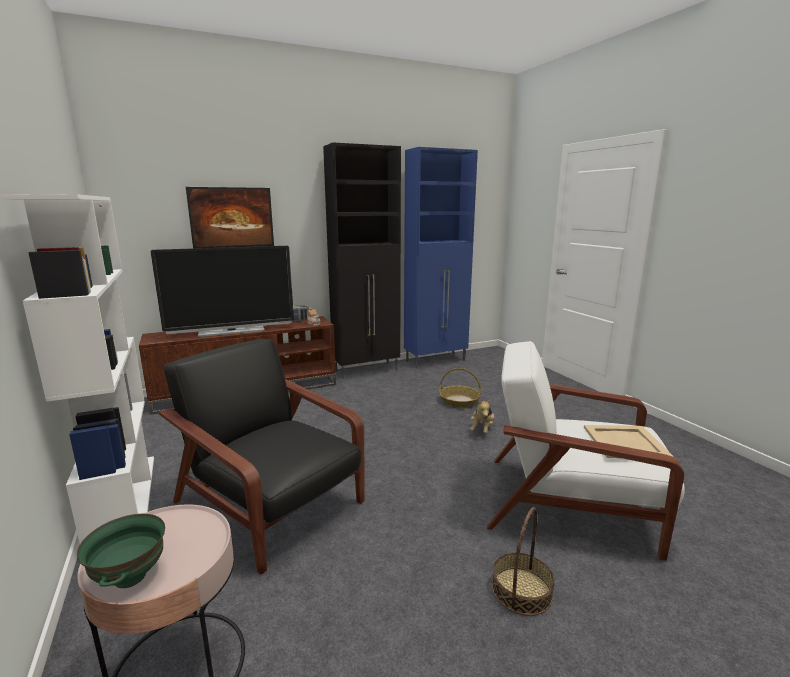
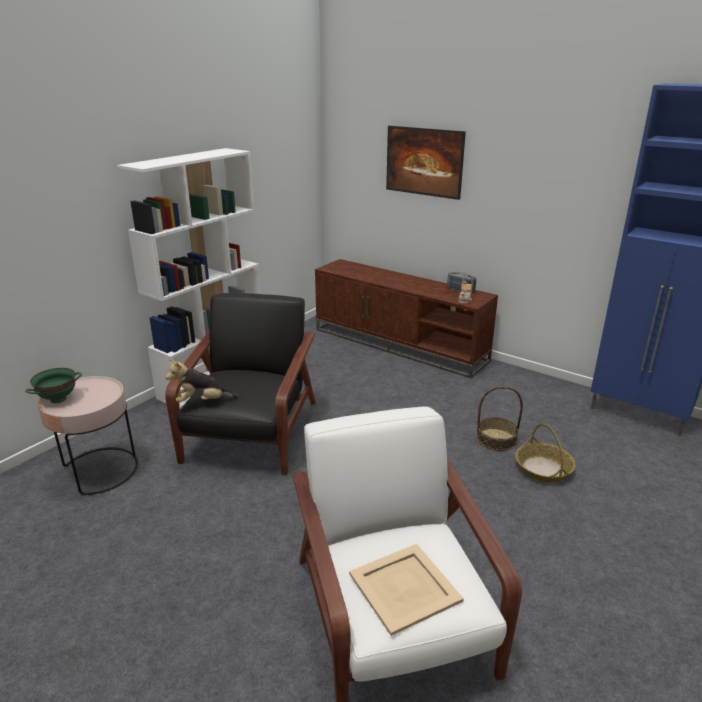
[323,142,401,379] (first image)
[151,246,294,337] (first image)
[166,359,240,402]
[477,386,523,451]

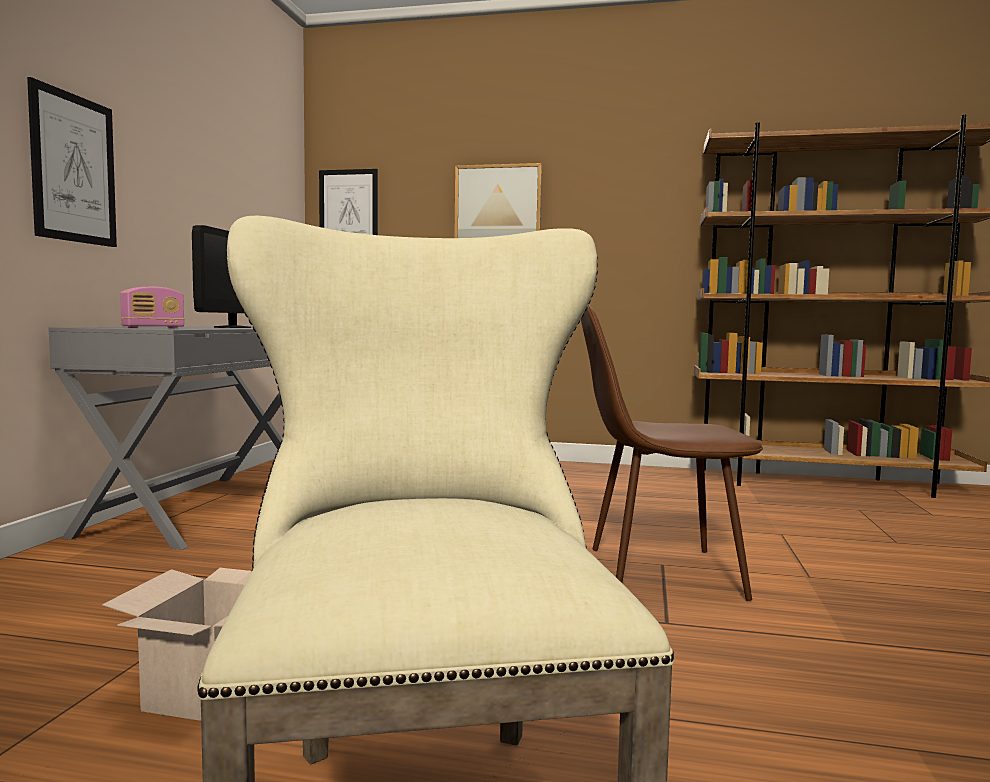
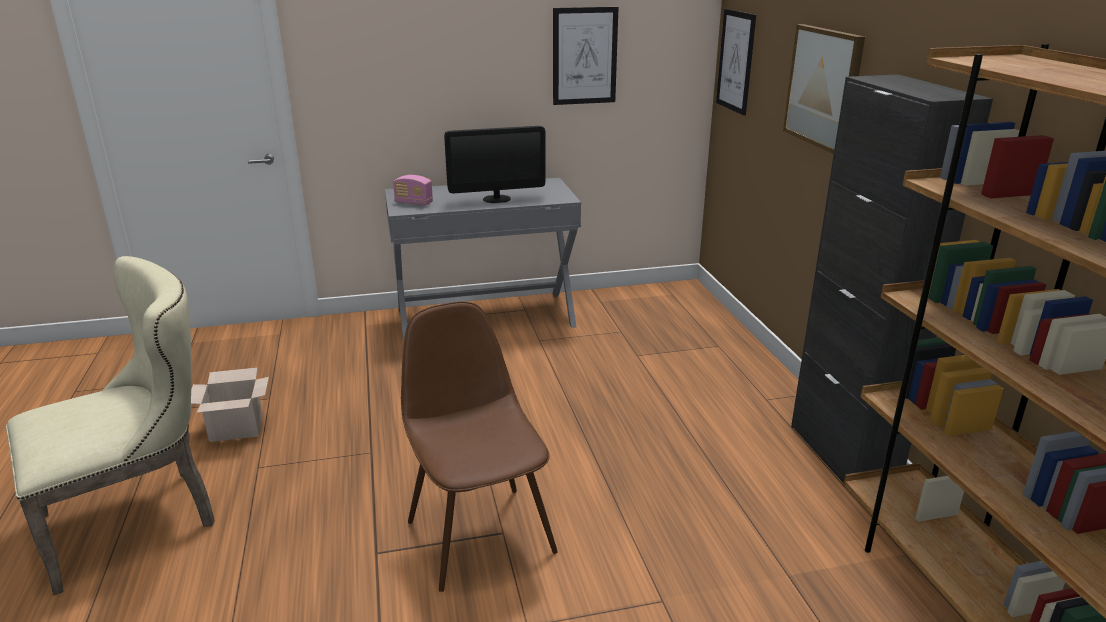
[553,7,619,105]
[791,74,993,493]

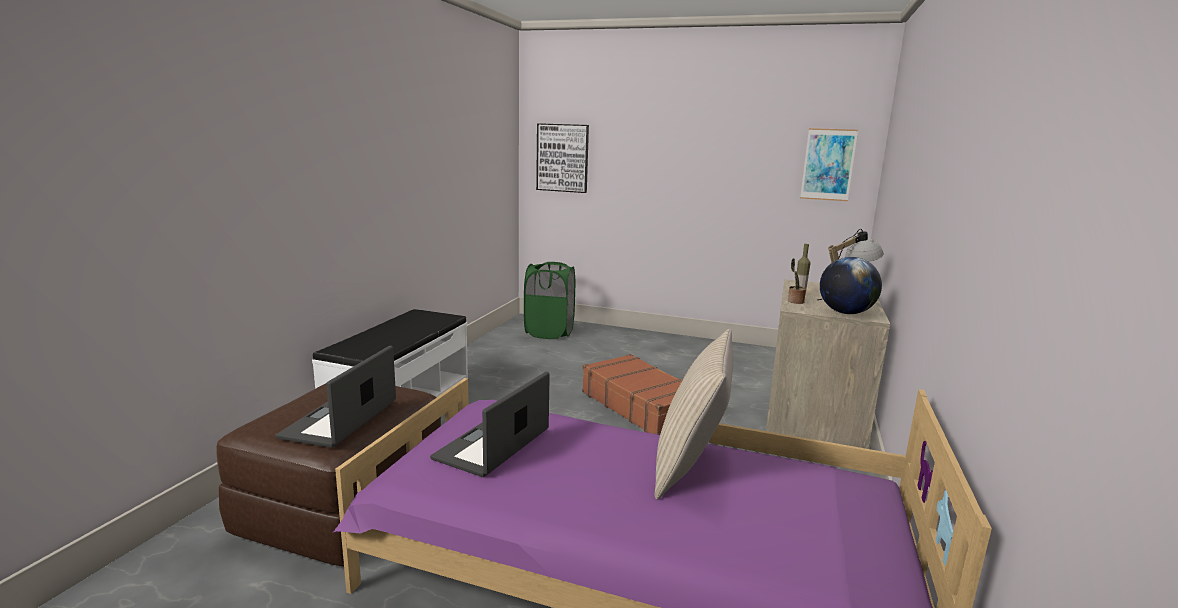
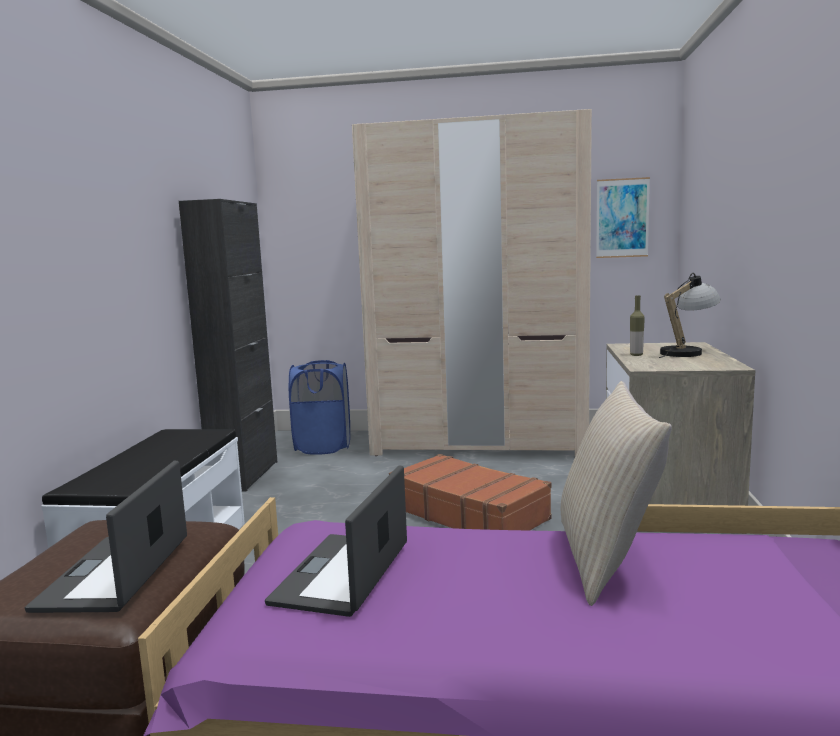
[536,123,589,193] (first image)
[820,257,882,314] (first image)
[788,258,806,304] (first image)
[289,360,350,455]
[352,109,592,456]
[179,199,277,491]

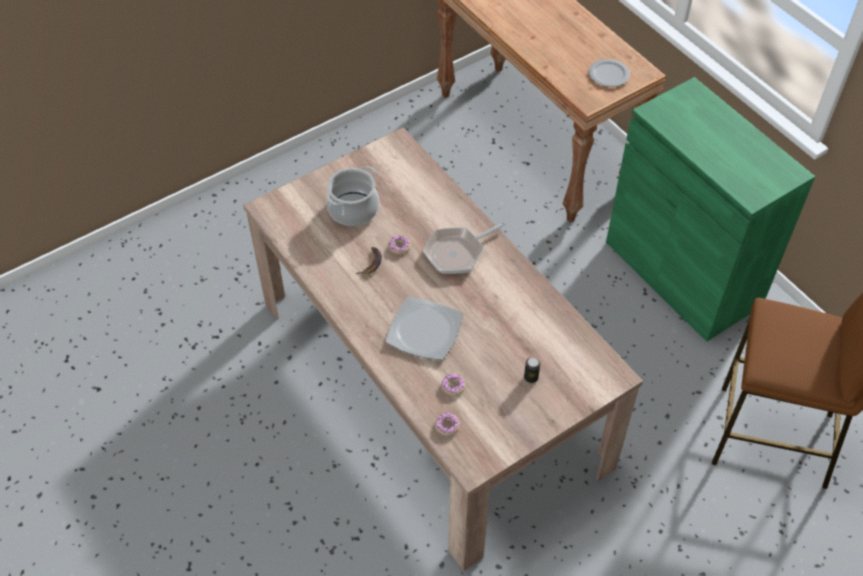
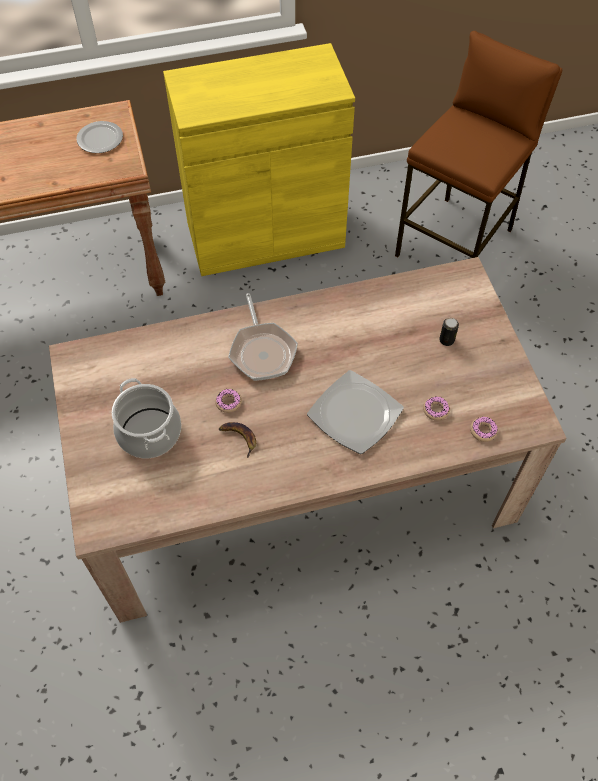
[163,43,355,276]

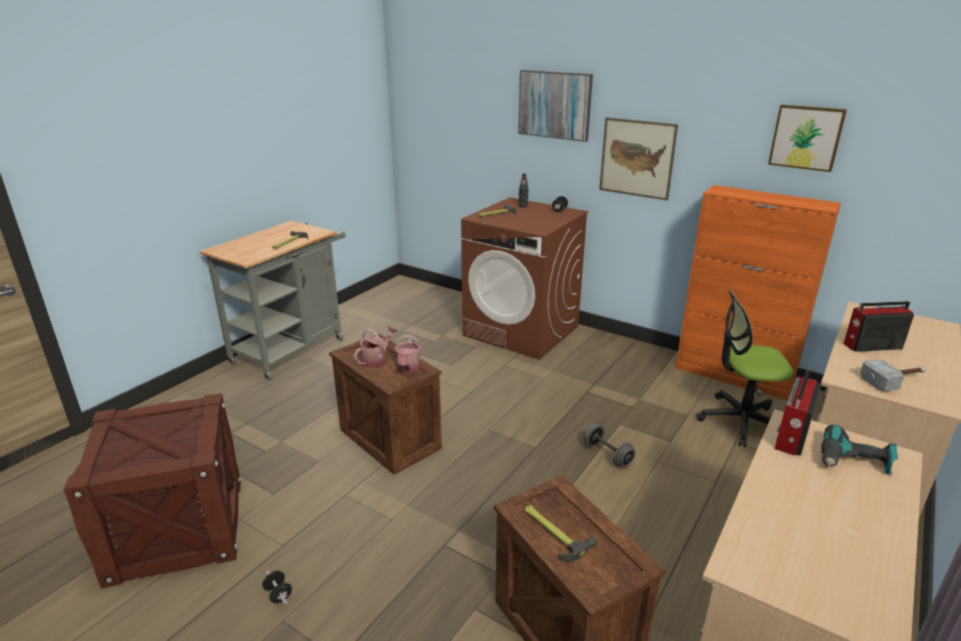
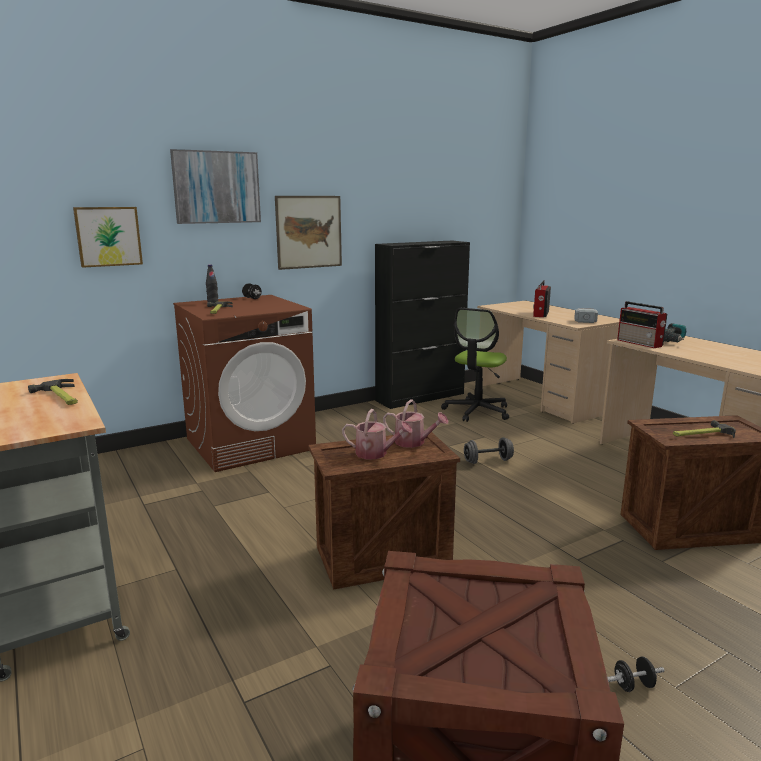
[73,207,143,268]
[375,241,470,409]
[342,409,412,459]

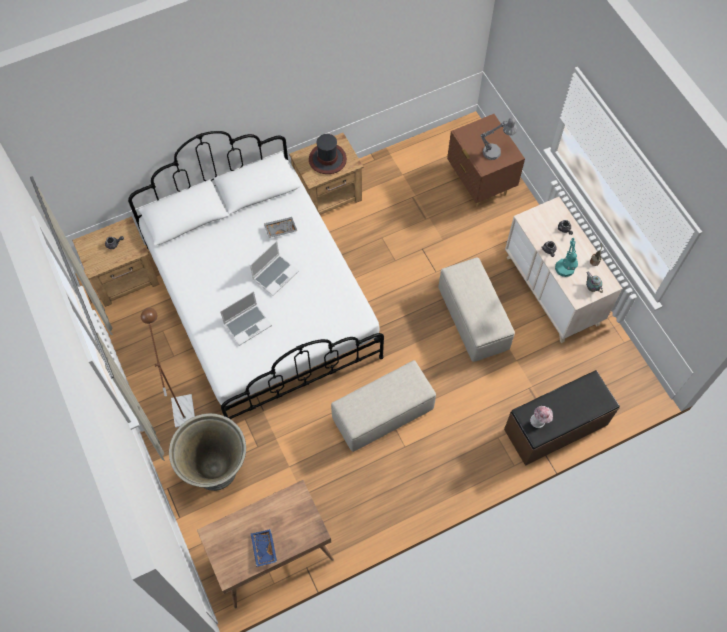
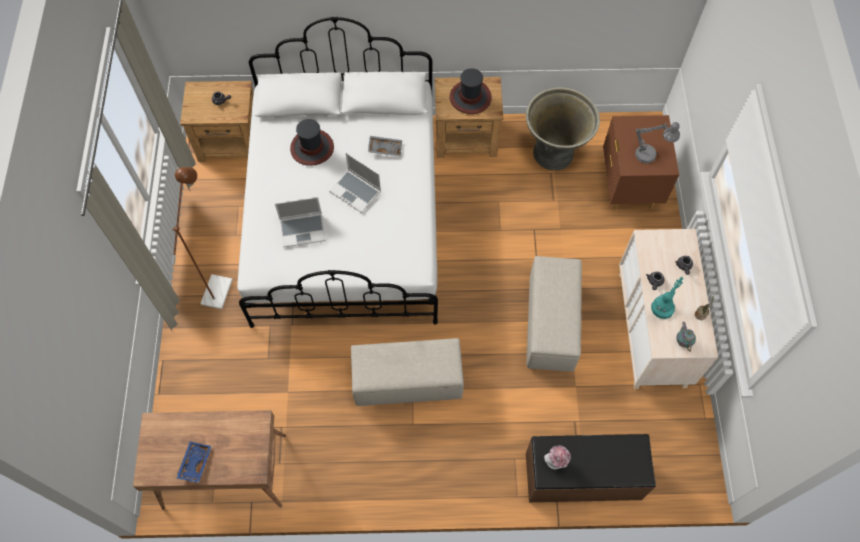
[329,153,381,213]
[526,87,600,170]
[290,119,334,166]

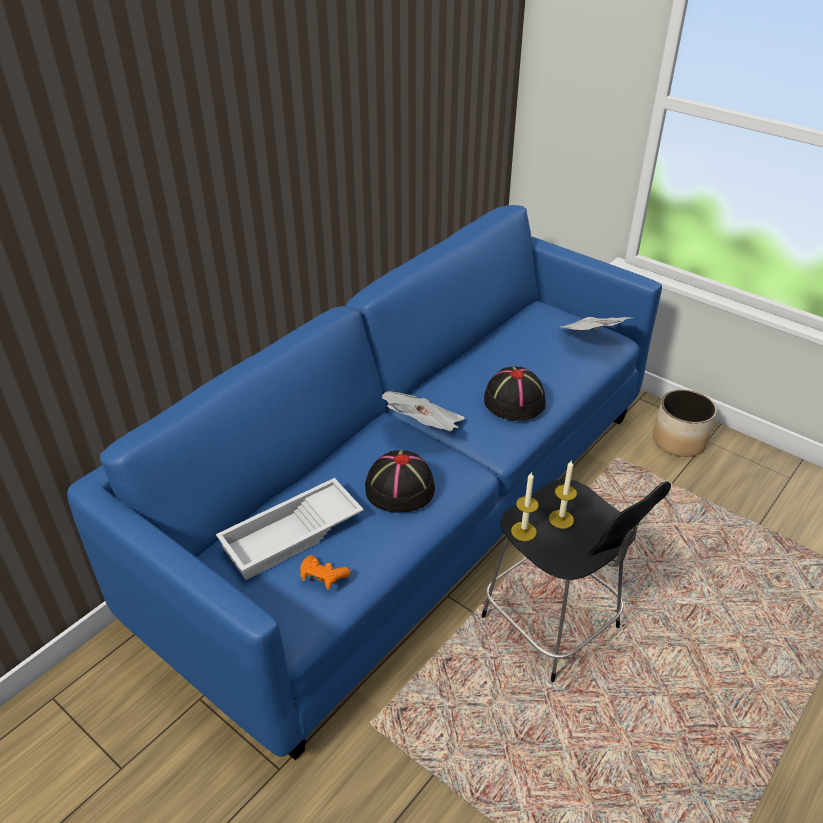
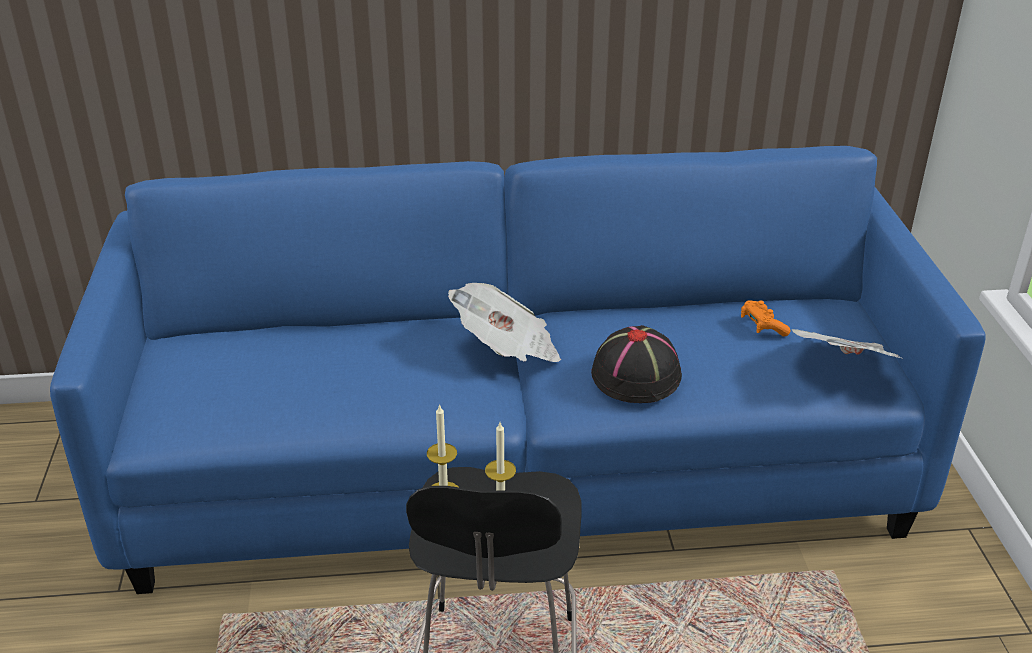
[653,390,717,457] (first image)
[365,450,435,513] (first image)
[216,478,364,580] (first image)
[741,300,790,336]

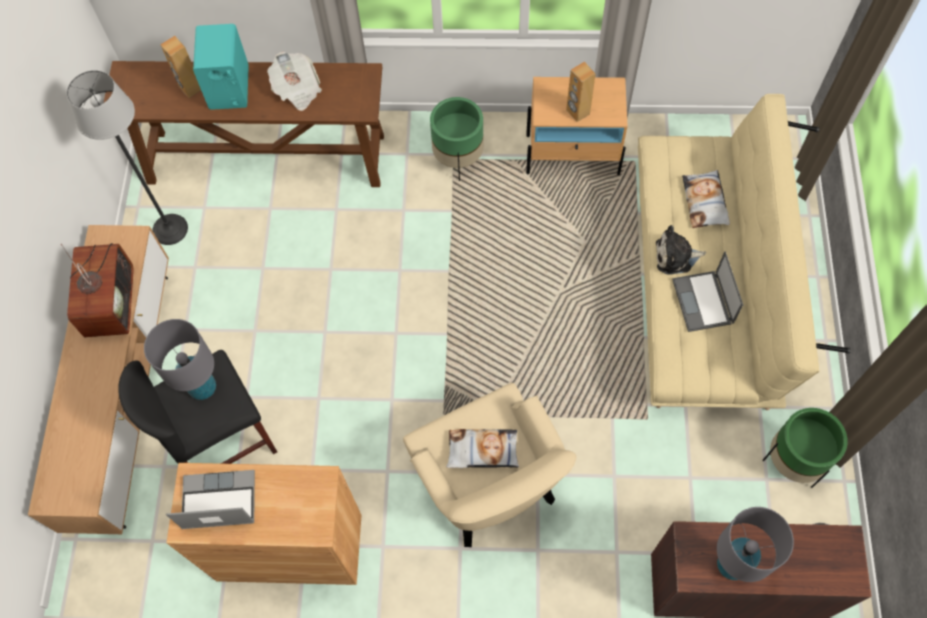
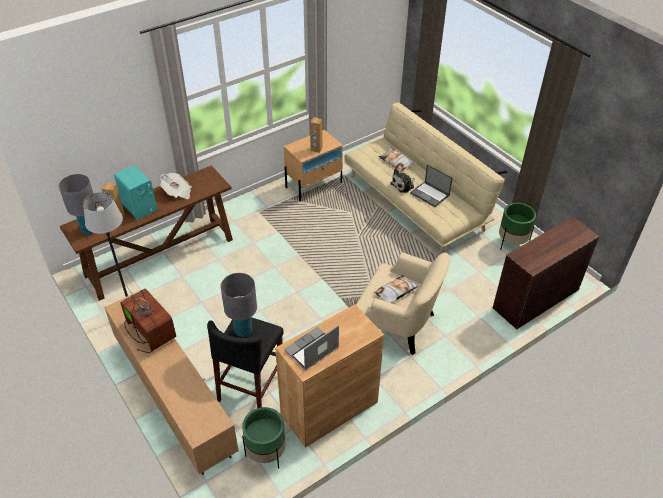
[242,407,286,469]
[59,174,94,235]

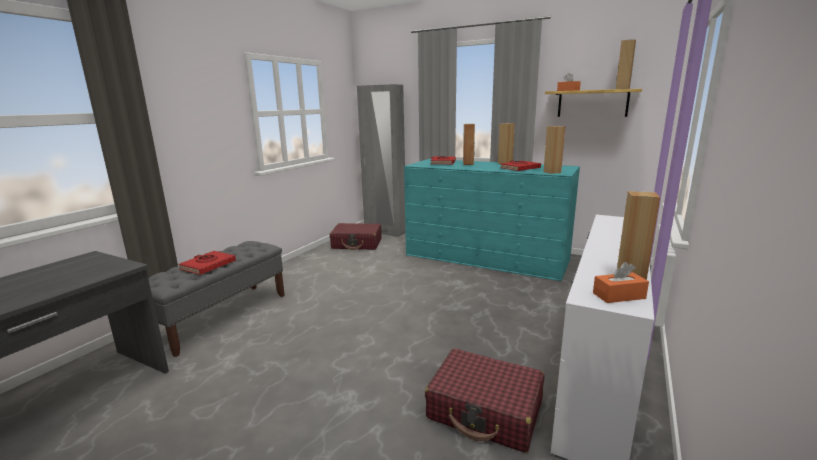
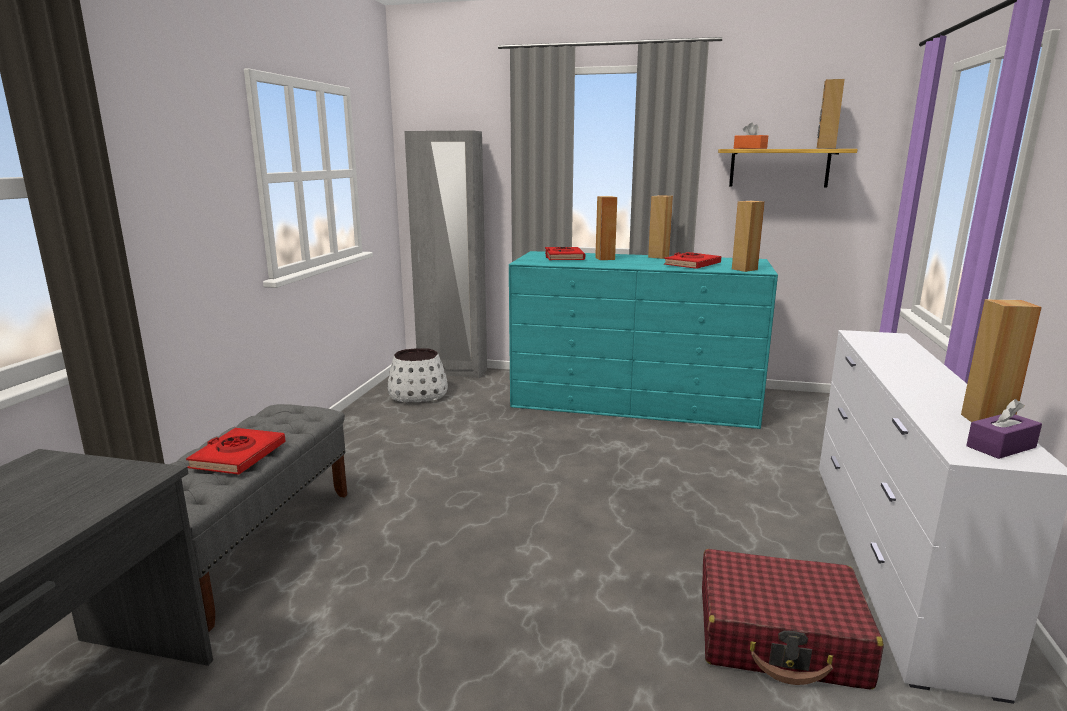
[388,348,448,402]
[966,399,1042,459]

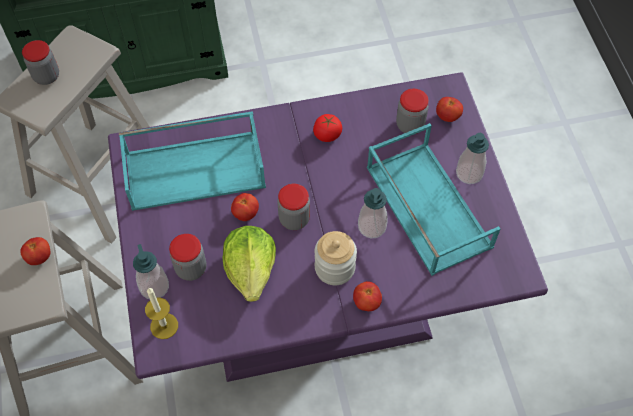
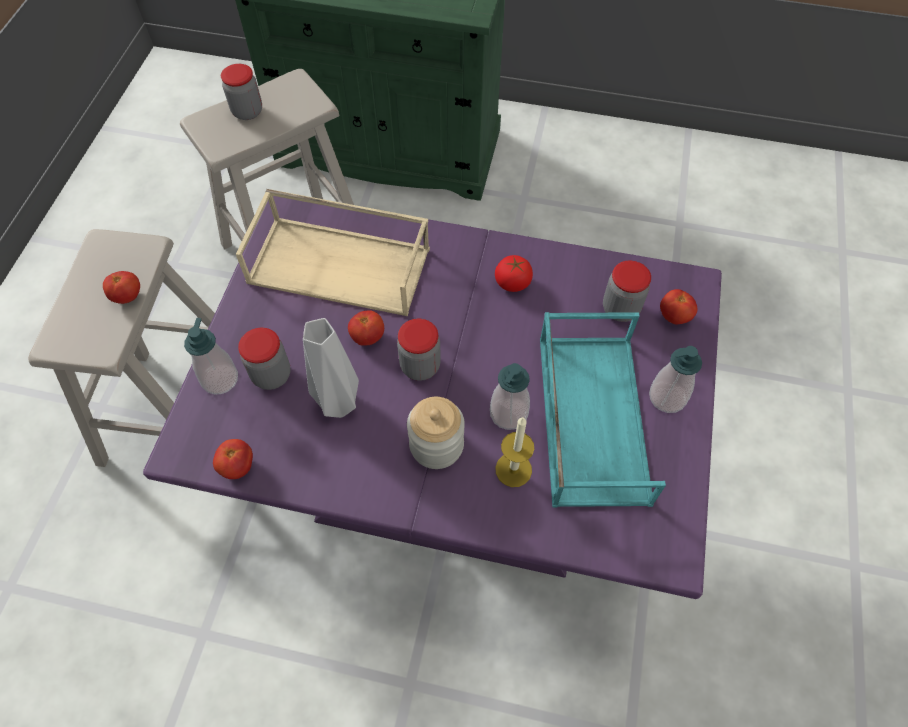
[236,189,430,316]
[303,318,359,418]
[213,439,253,479]
[495,417,534,487]

